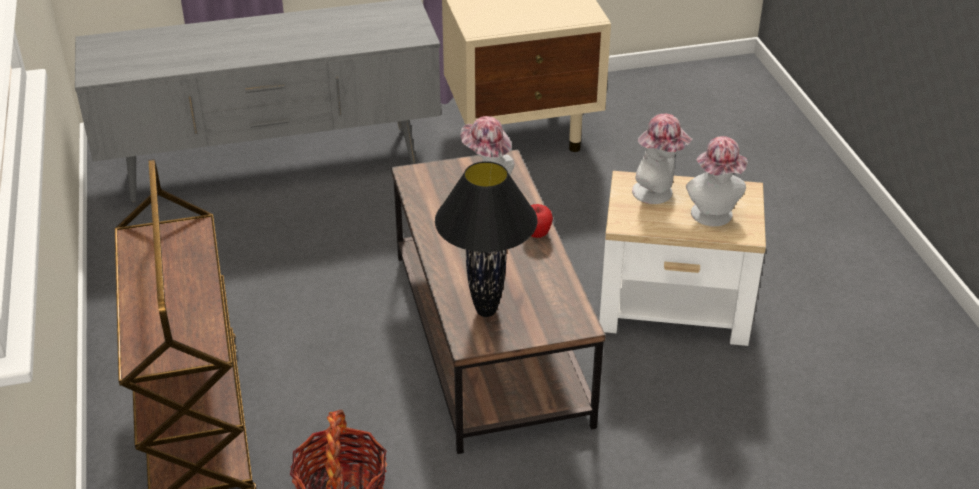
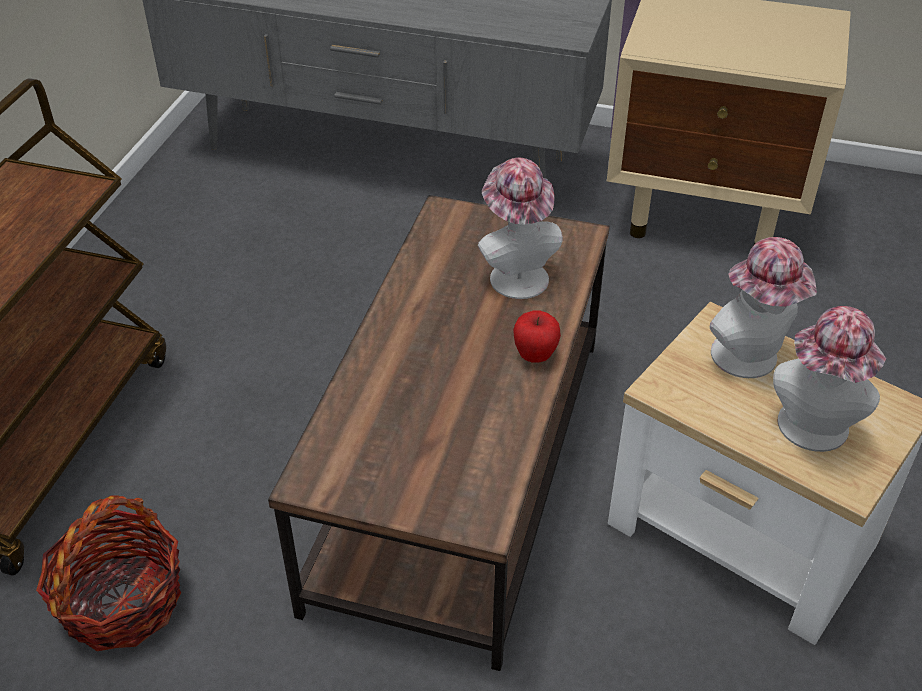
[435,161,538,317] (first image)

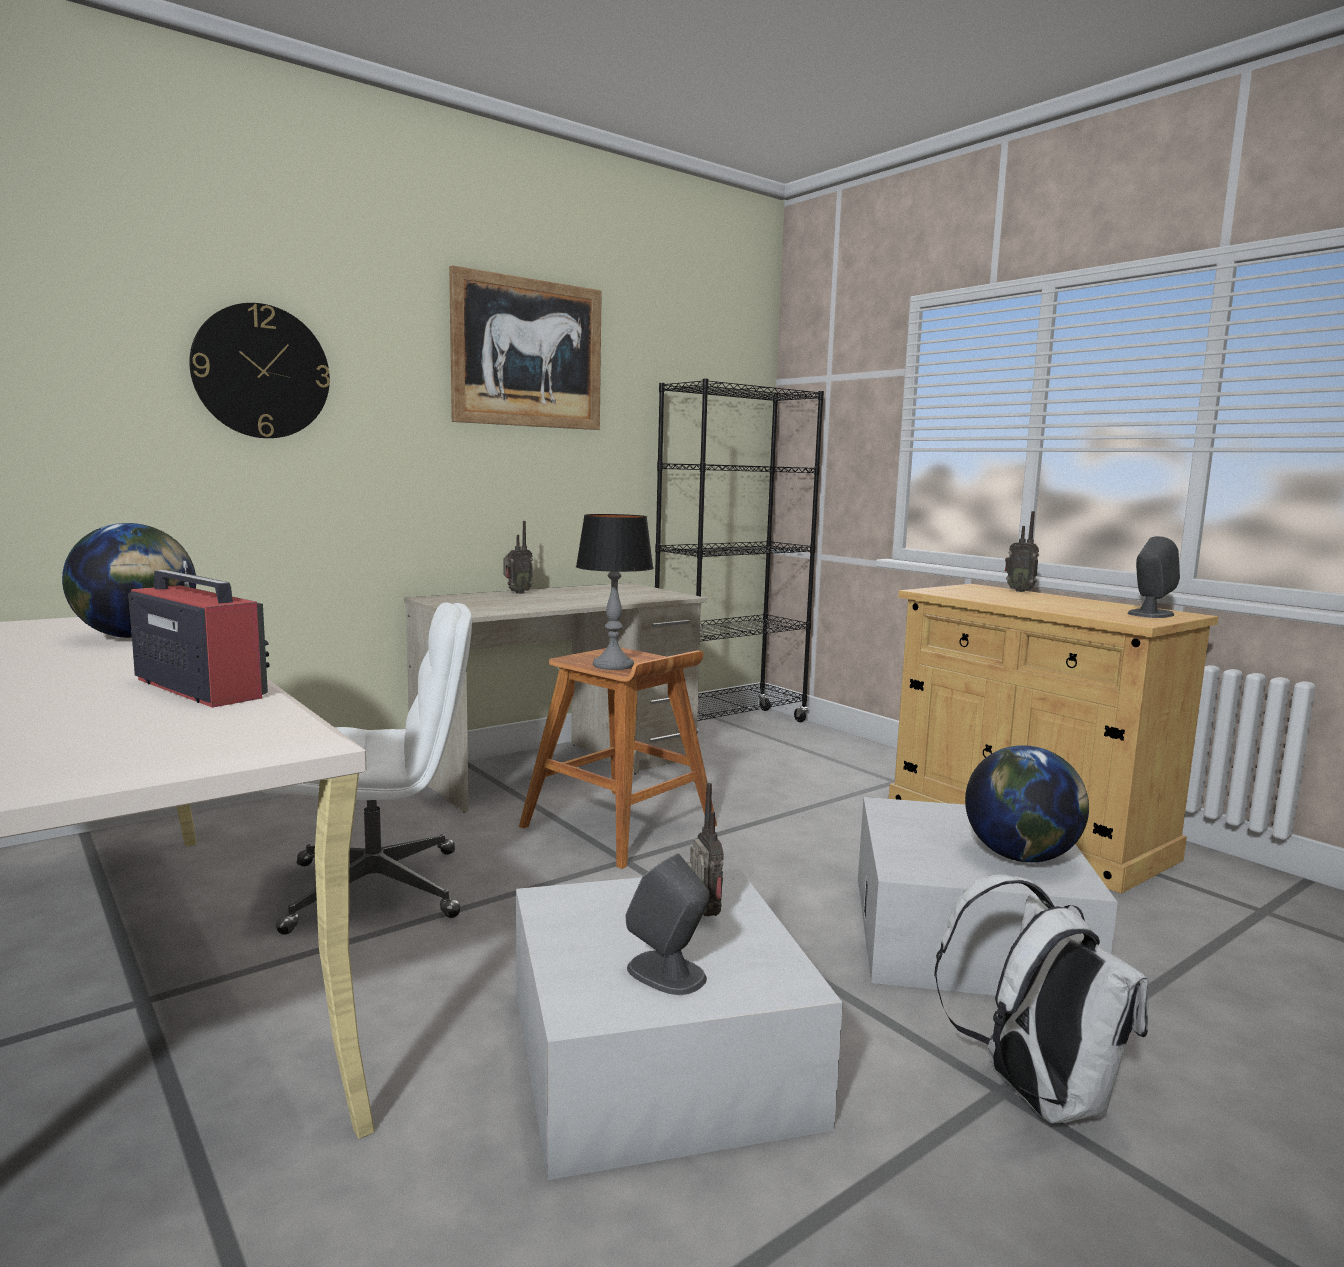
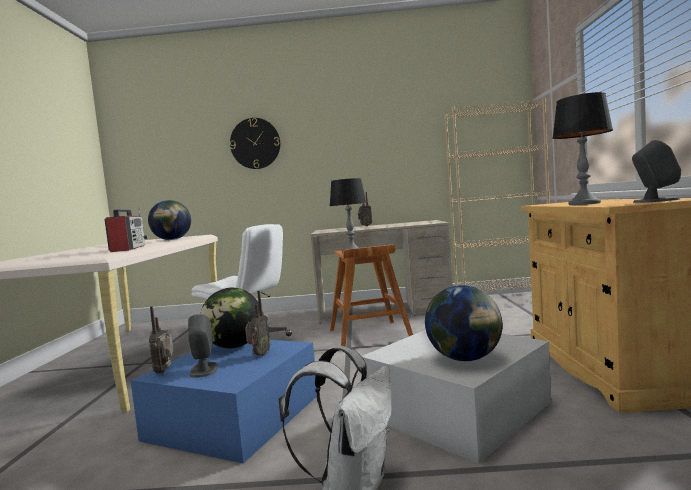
[449,265,602,430] (first image)
[444,98,550,291]
[149,306,174,374]
[131,340,317,463]
[552,92,613,205]
[200,288,259,348]

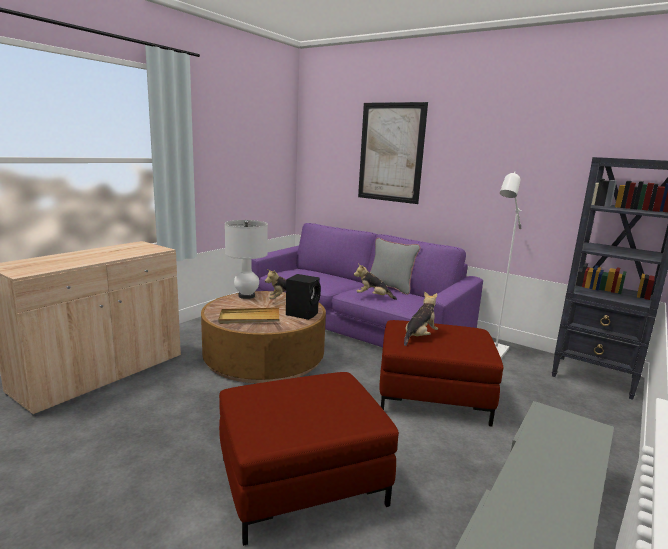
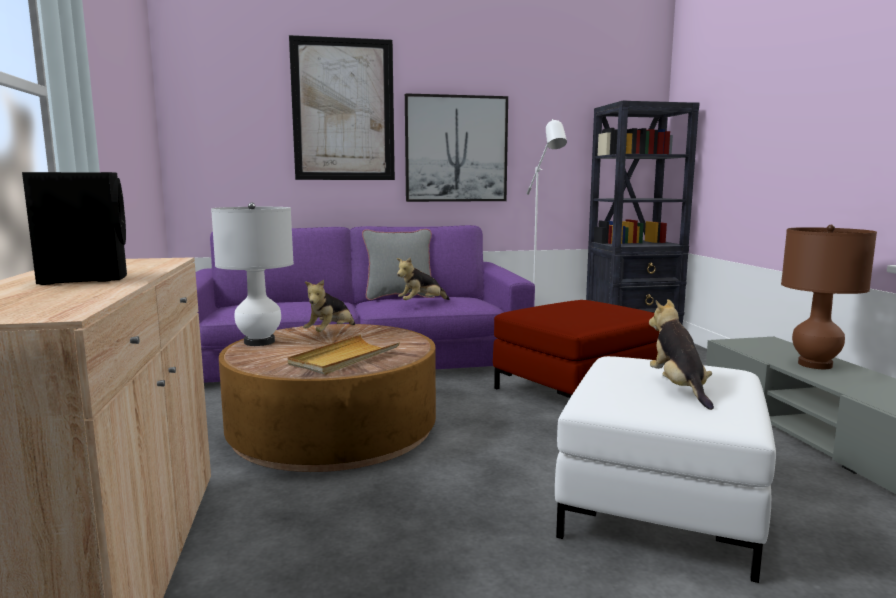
[22,172,127,285]
[649,299,714,410]
[555,356,776,583]
[405,93,508,202]
[781,225,877,369]

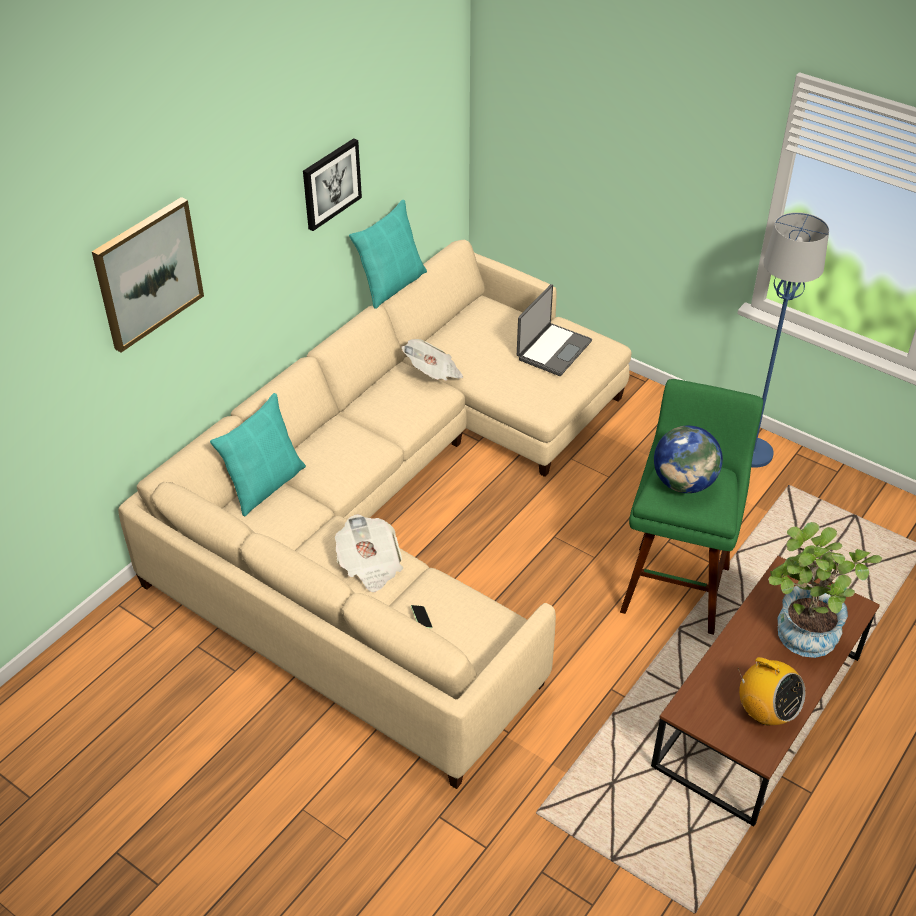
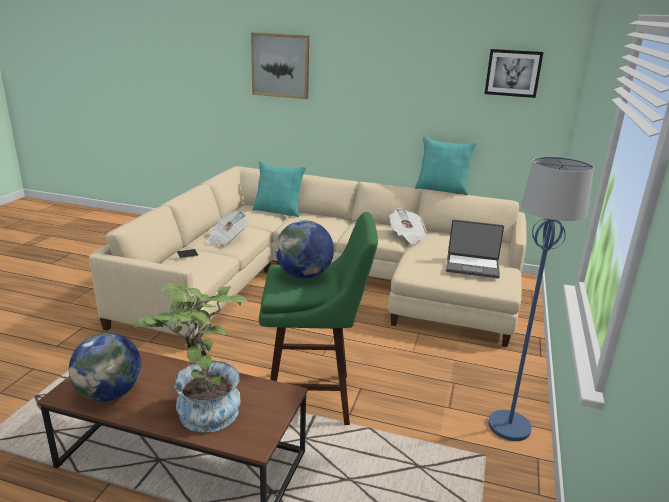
[484,49,543,98]
[69,332,142,401]

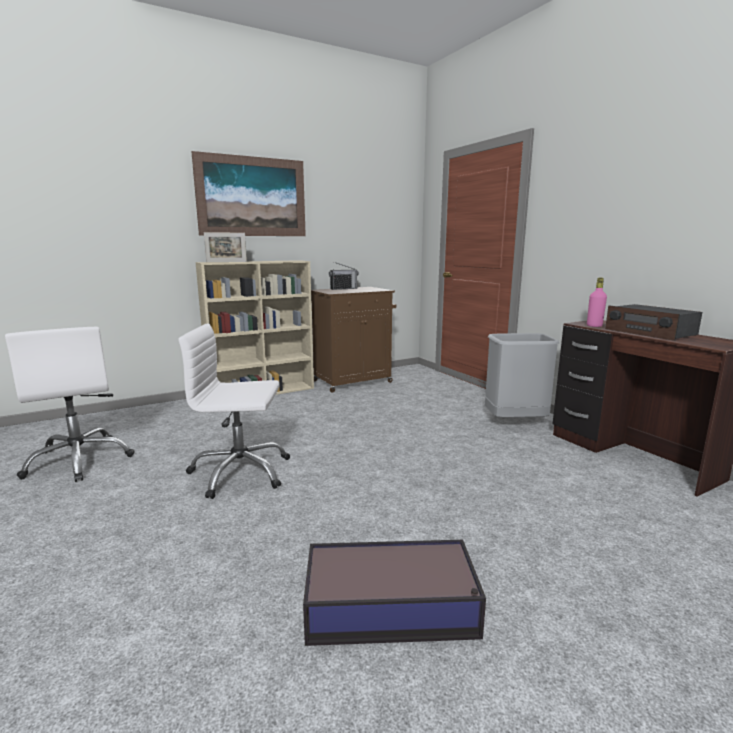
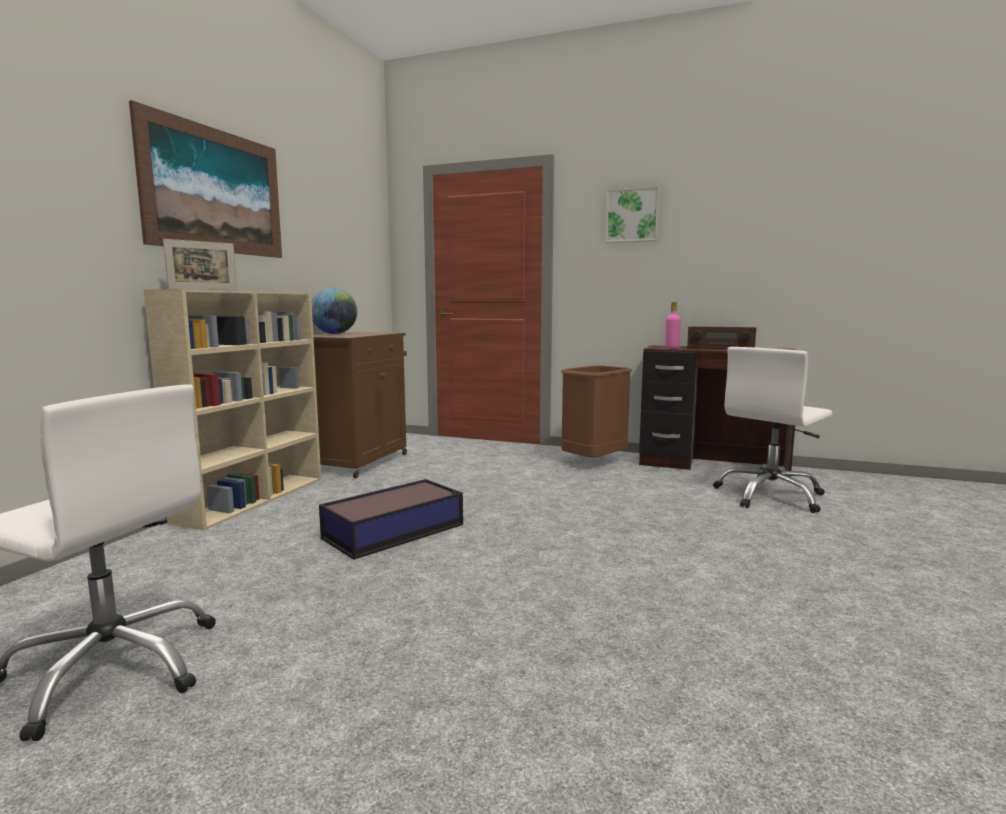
[312,288,357,334]
[713,347,833,513]
[561,365,632,457]
[319,479,463,560]
[605,186,660,243]

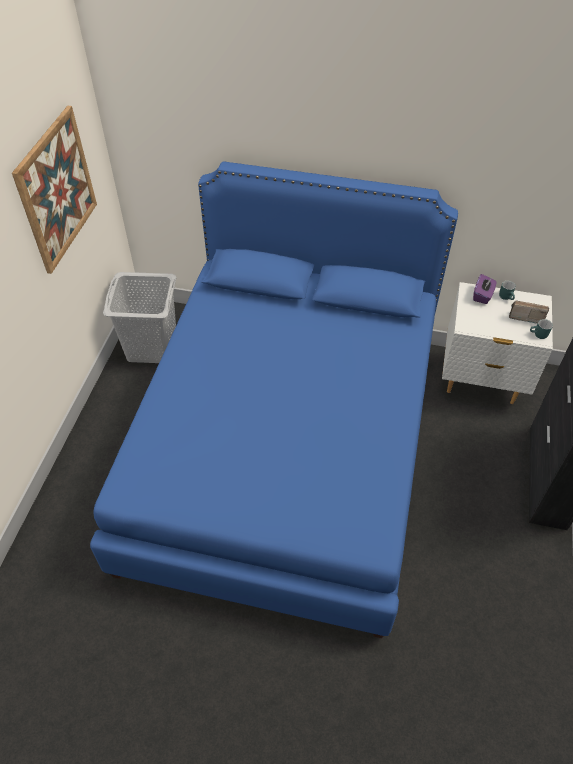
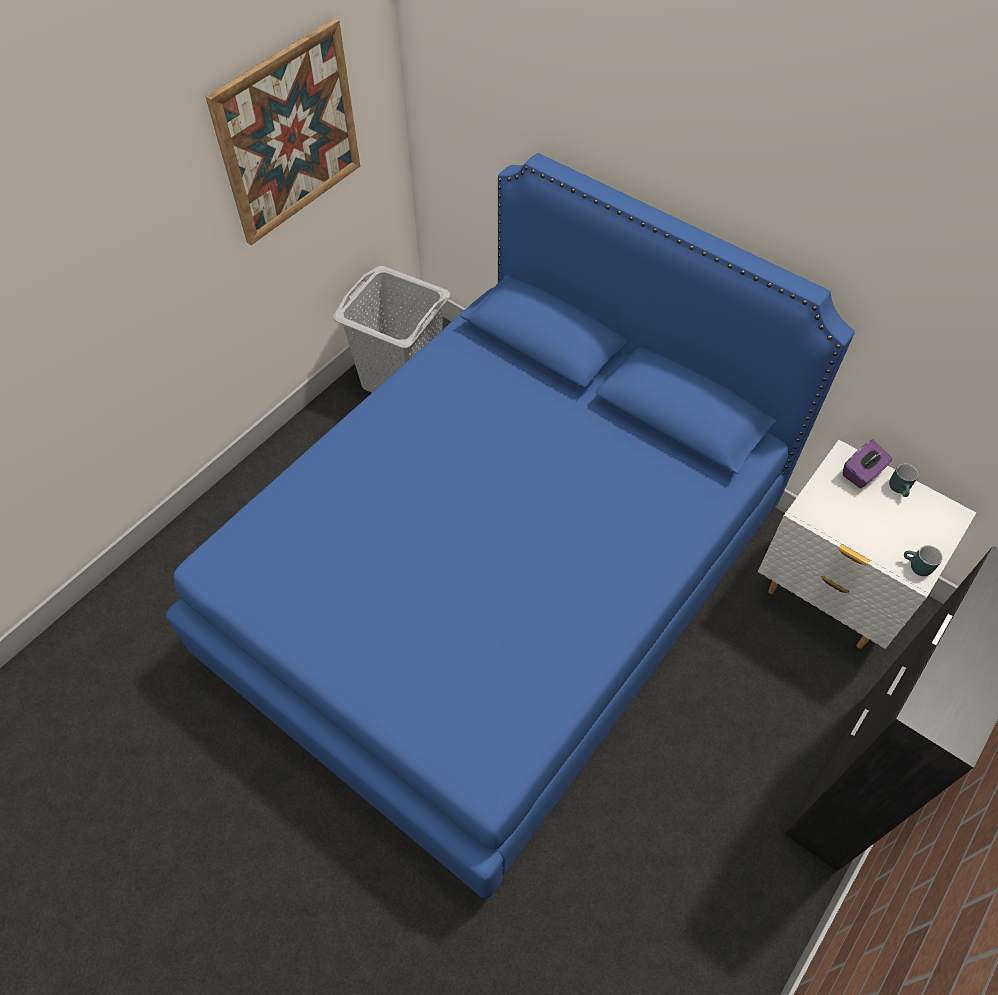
[509,300,549,324] (first image)

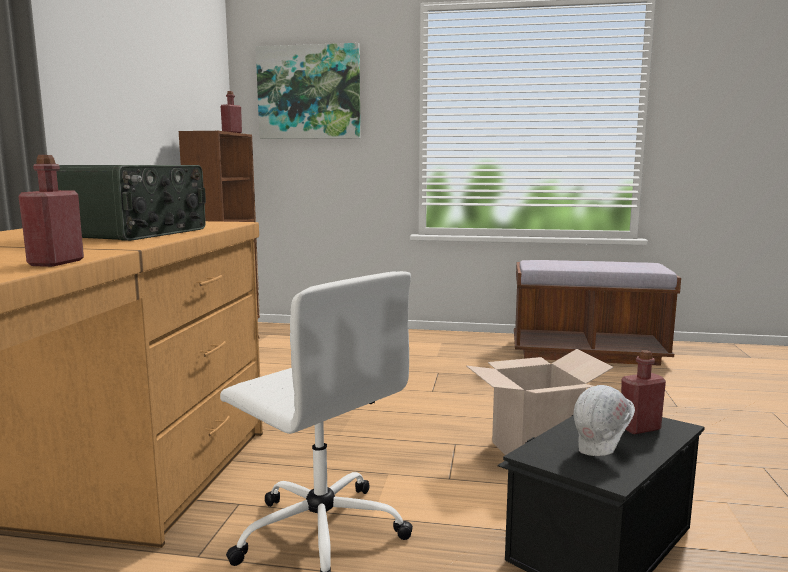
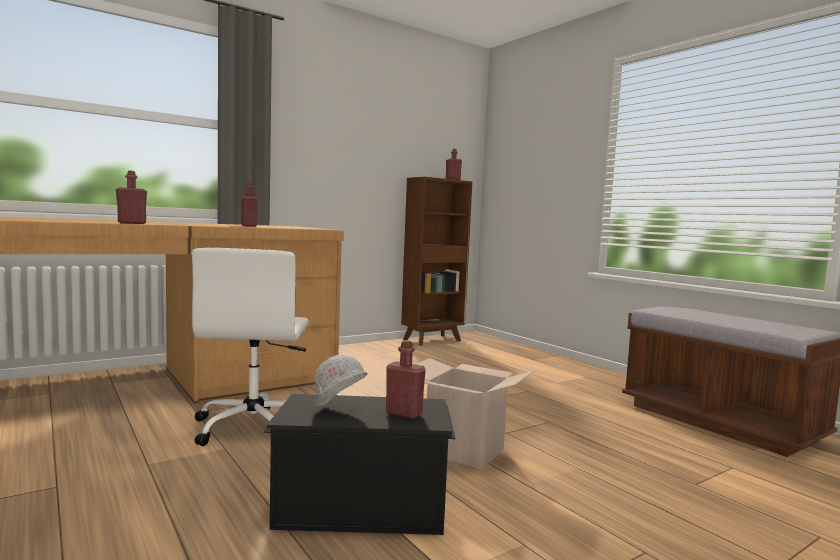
[256,43,360,139] (first image)
[241,182,258,227]

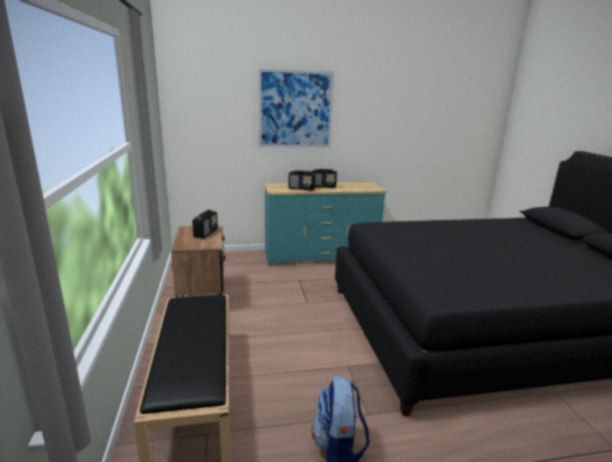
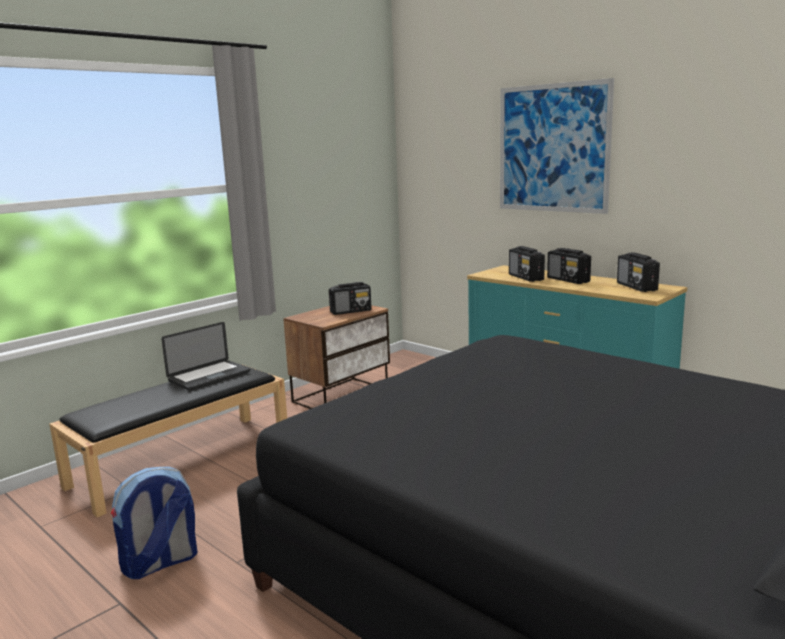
[617,252,660,292]
[162,322,250,391]

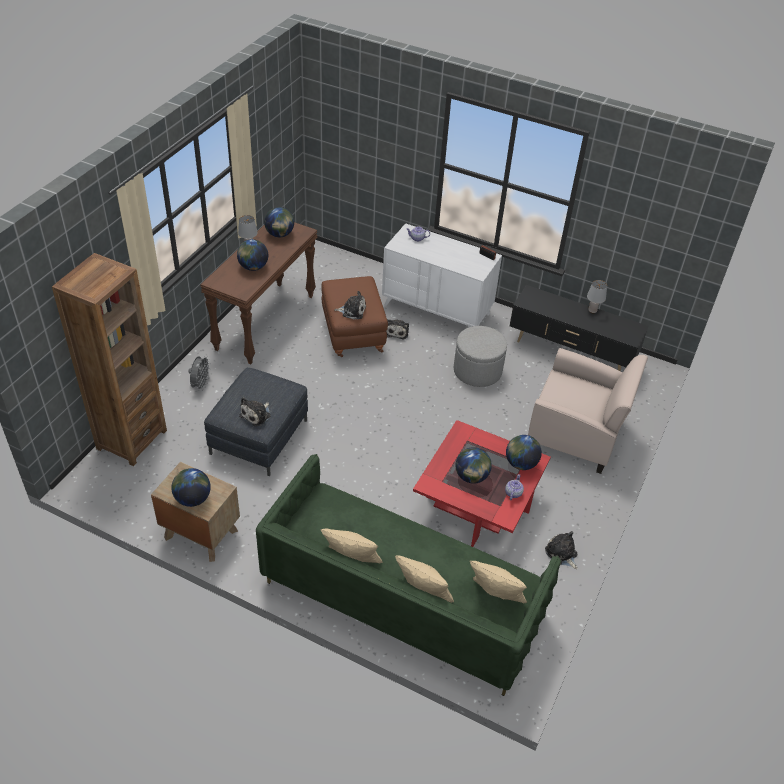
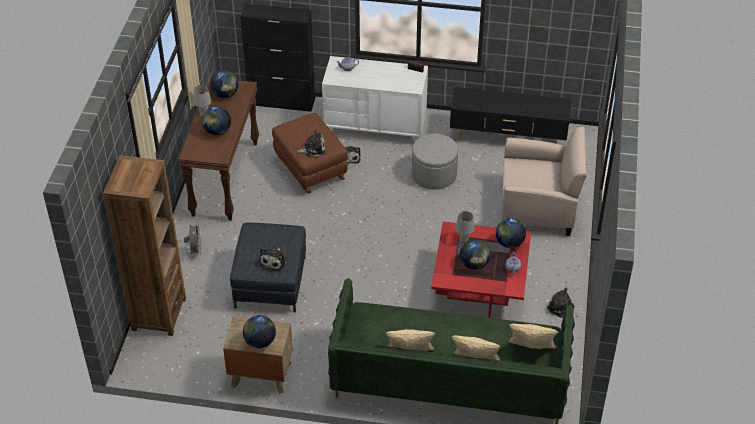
[455,211,474,243]
[240,4,315,112]

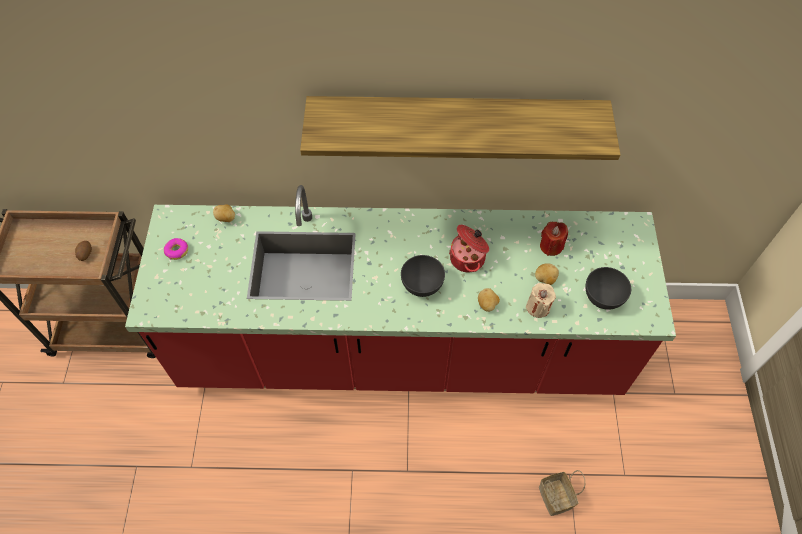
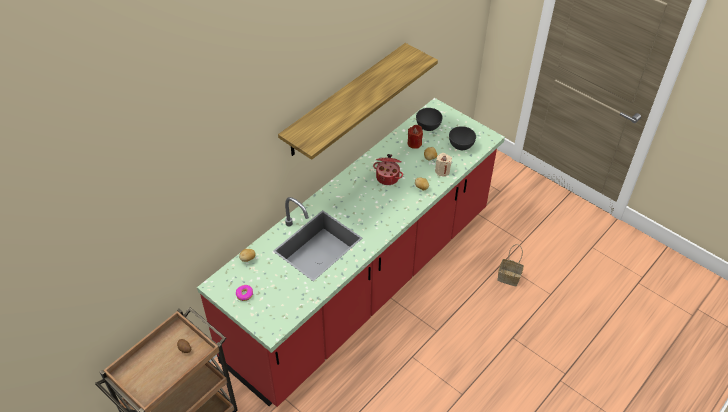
[416,108,443,131]

